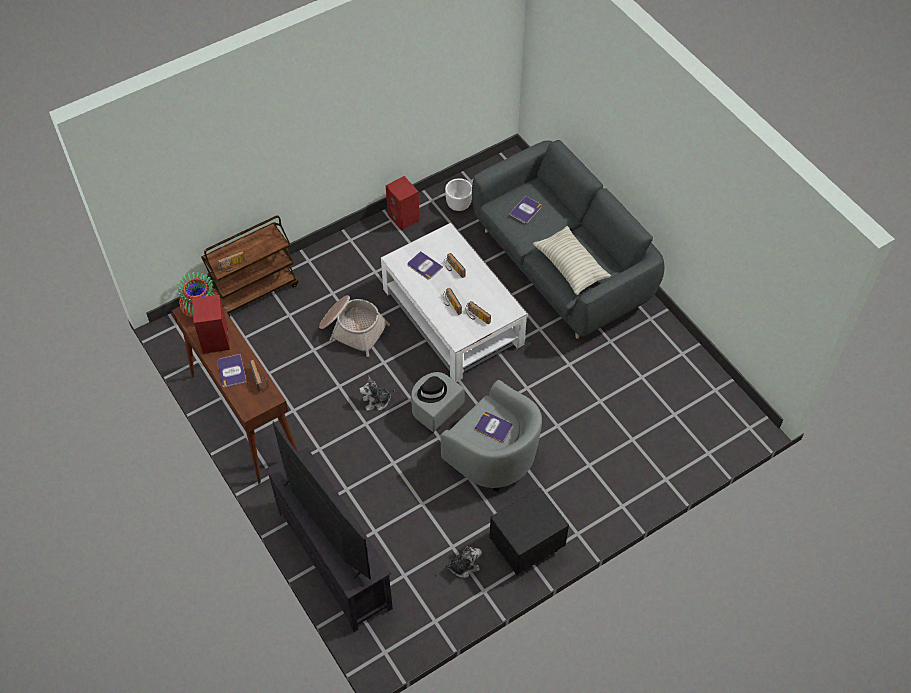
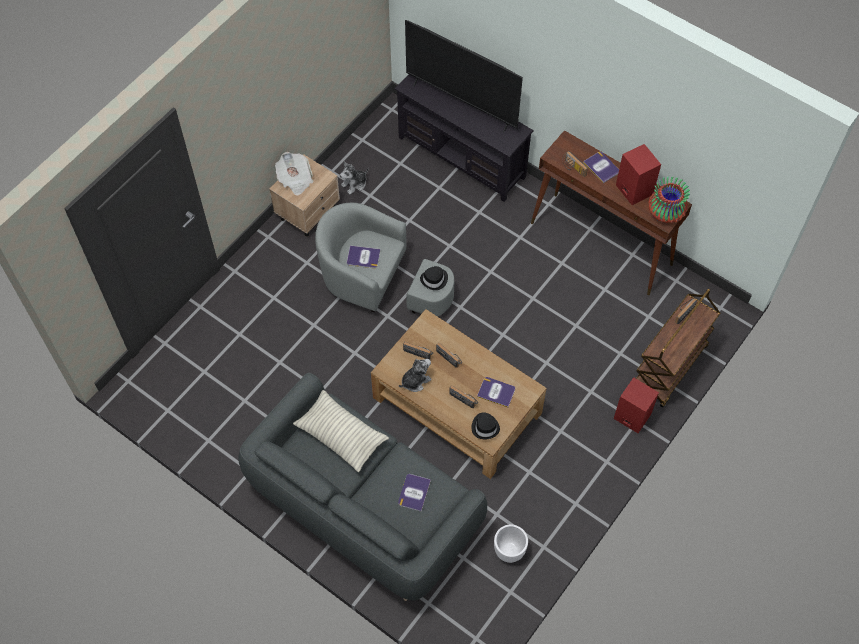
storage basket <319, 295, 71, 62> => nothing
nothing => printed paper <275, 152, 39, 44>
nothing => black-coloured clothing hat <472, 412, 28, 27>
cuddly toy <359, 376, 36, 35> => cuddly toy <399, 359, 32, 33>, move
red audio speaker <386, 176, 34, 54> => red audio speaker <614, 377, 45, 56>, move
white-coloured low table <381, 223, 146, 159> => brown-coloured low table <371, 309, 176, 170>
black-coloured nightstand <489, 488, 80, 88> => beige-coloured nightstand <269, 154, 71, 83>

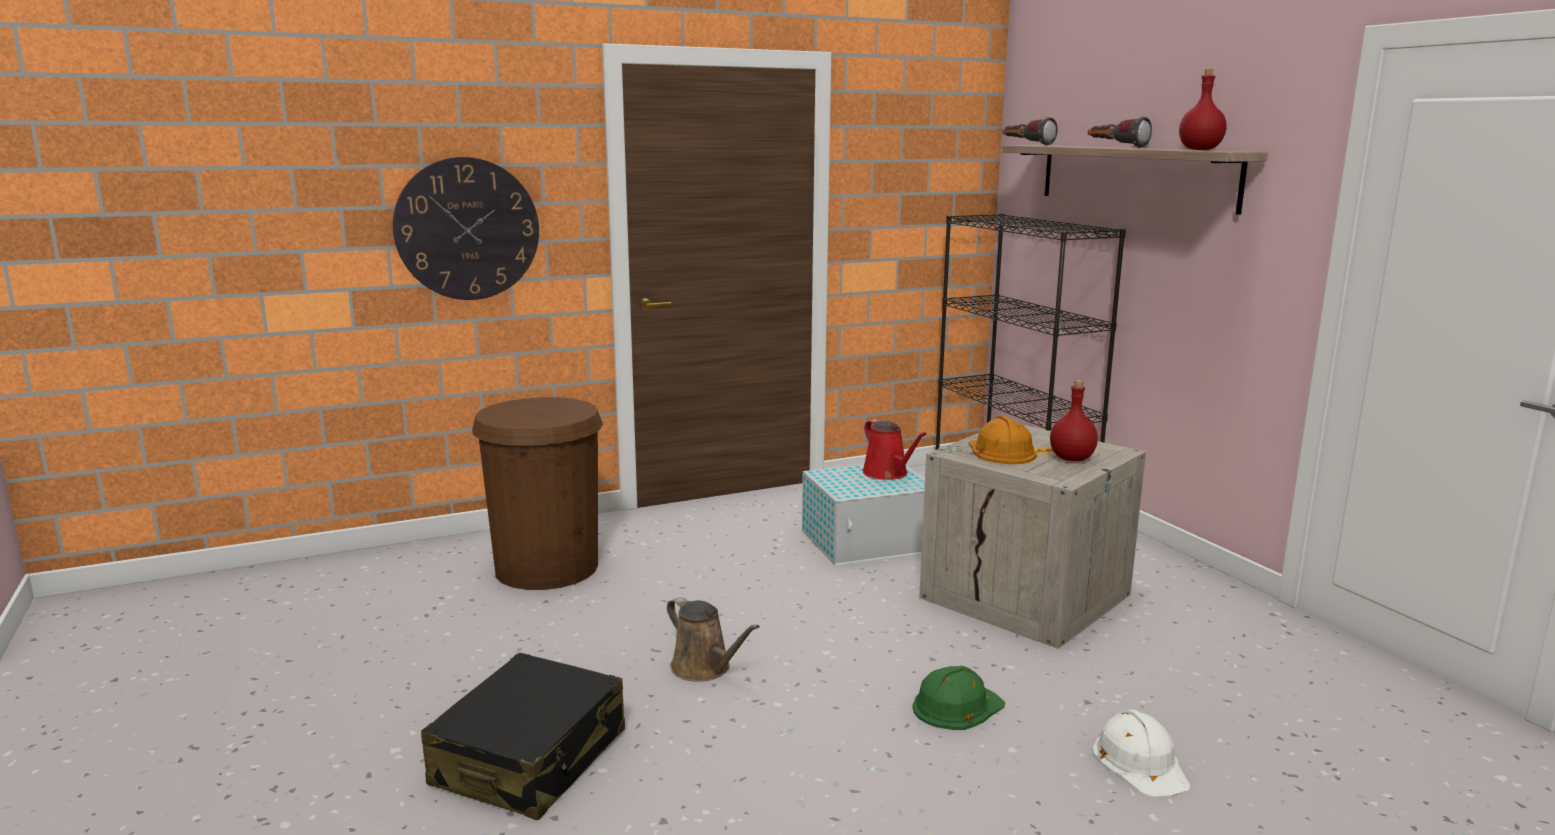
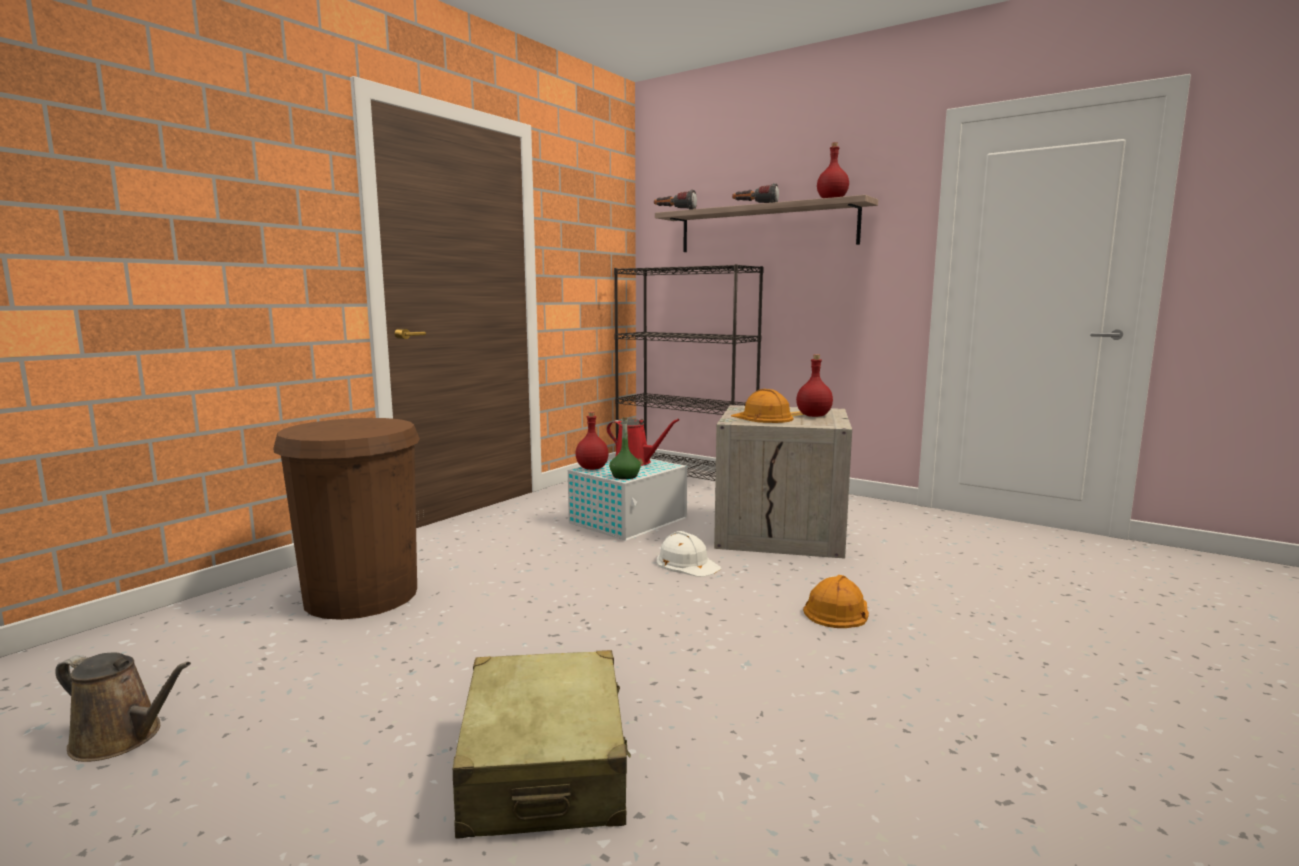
wall clock <393, 157, 146, 143> => nothing
nothing => red drink bottle <575, 411, 34, 59>
nothing => greenish drink bottle <609, 418, 32, 61>
brown-coloured sprinkling can <667, 597, 93, 85> => brown-coloured sprinkling can <55, 652, 136, 110>, move
white-coloured safety helmet <1093, 710, 97, 87> => white-coloured safety helmet <657, 531, 64, 46>, move
black-coloured suitcase <421, 653, 204, 167> => beige-coloured suitcase <453, 650, 178, 189>
greenish safety helmet <912, 666, 93, 64> => orange safety helmet <803, 575, 66, 53>

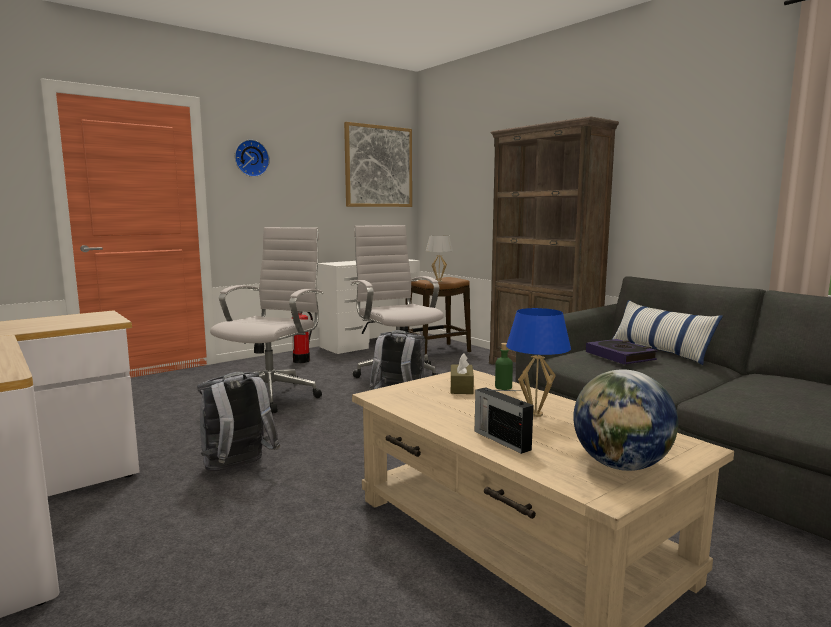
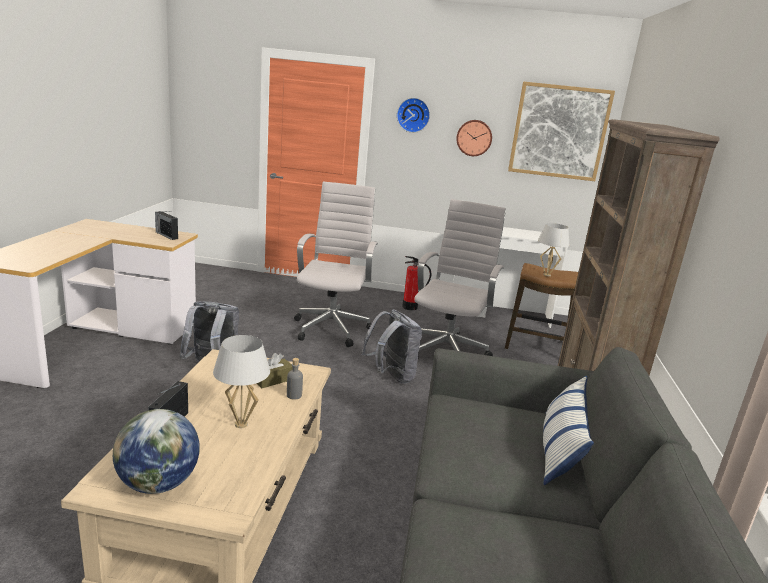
book <586, 339, 72, 25> => nothing
nothing => radio <155, 211, 23, 29>
nothing => wall clock <457, 120, 35, 36>
greenish drink bottle <495, 343, 18, 47> => grey drink bottle <287, 358, 16, 42>
blue-coloured table lamp <506, 308, 65, 109> => white-coloured table lamp <213, 335, 57, 93>
white-coloured office chair <210, 227, 114, 187> => white-coloured office chair <294, 182, 84, 165>, 60 degrees counterclockwise

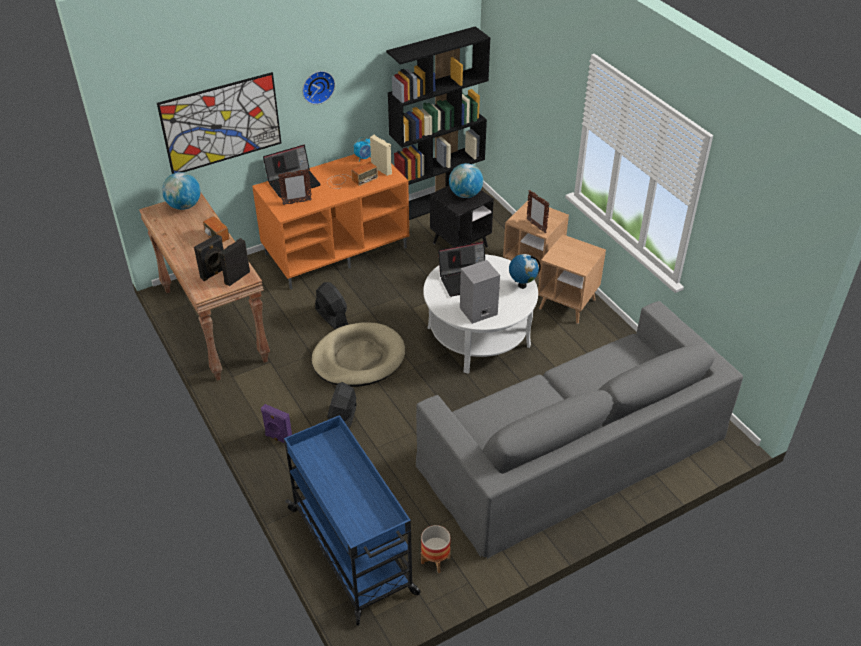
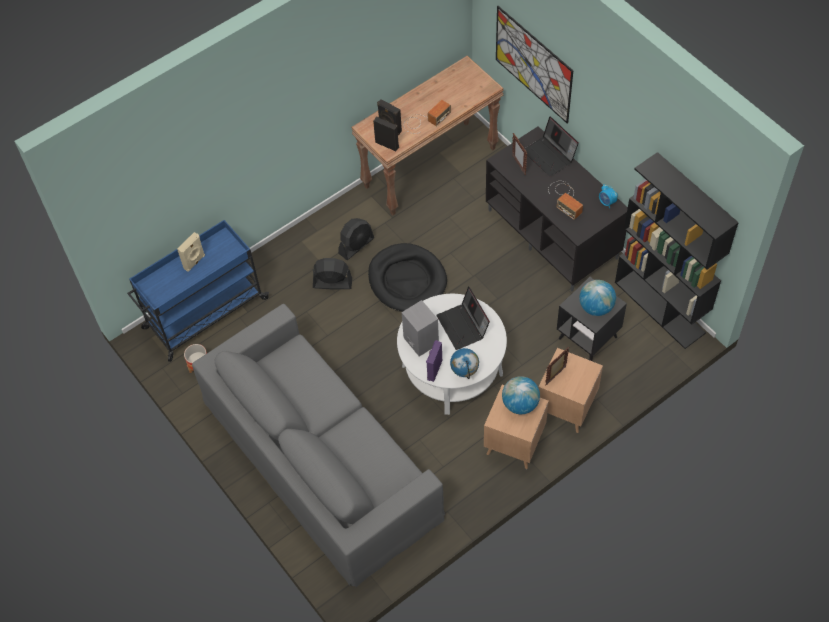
wall clock <302, 71, 33, 34> => nothing
globe <162, 172, 38, 38> => globe <502, 376, 38, 38>, move
purple-coloured audio speaker <261, 404, 31, 39> => purple-coloured audio speaker <426, 340, 16, 42>, move
black-coloured cooling fan <315, 282, 33, 47> => black-coloured cooling fan <338, 218, 36, 42>, move
beige-coloured audio speaker <370, 135, 22, 41> => beige-coloured audio speaker <177, 232, 28, 40>, move
orange media console <252, 154, 157, 135> => black-coloured media console <486, 126, 142, 165>
beige-coloured pet bed <312, 322, 93, 65> => black-coloured pet bed <368, 243, 79, 69>

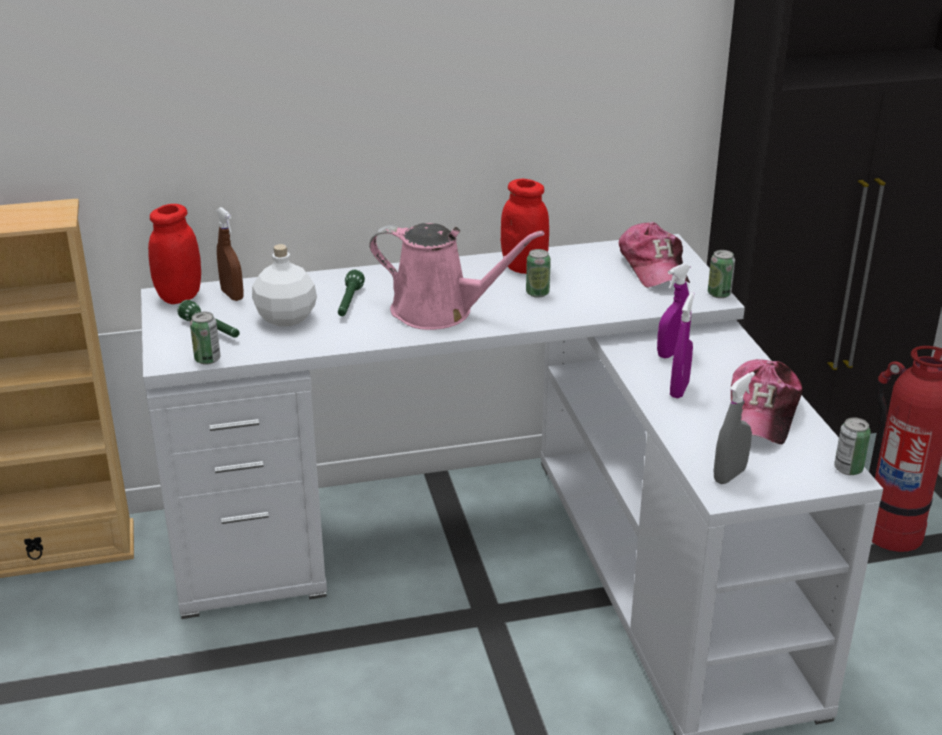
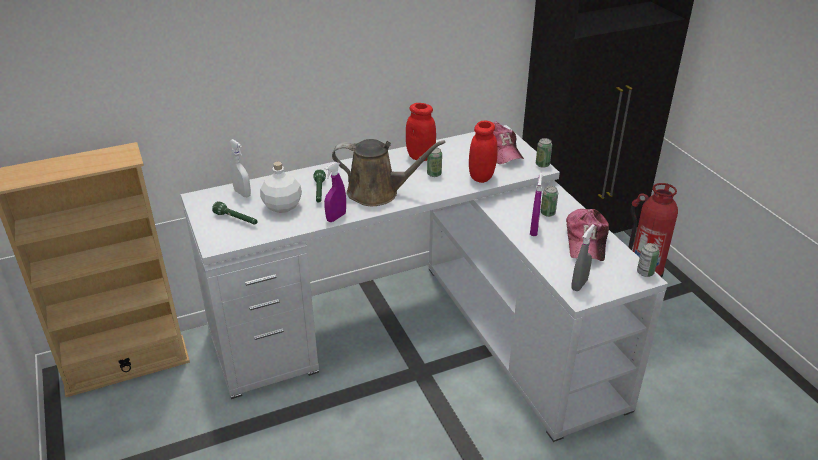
red jar <148, 204, 53, 100> => red jar <469, 120, 29, 63>, move
can <190, 312, 30, 53> => can <540, 186, 18, 31>, move
purple-coloured hand sprayer <657, 263, 34, 95> => purple-coloured hand sprayer <324, 162, 22, 60>, move
brown-coloured hand sprayer <216, 207, 28, 94> => white-coloured hand sprayer <229, 139, 22, 58>
pinkish sprinkling can <369, 223, 176, 107> => brown-coloured sprinkling can <332, 139, 113, 67>

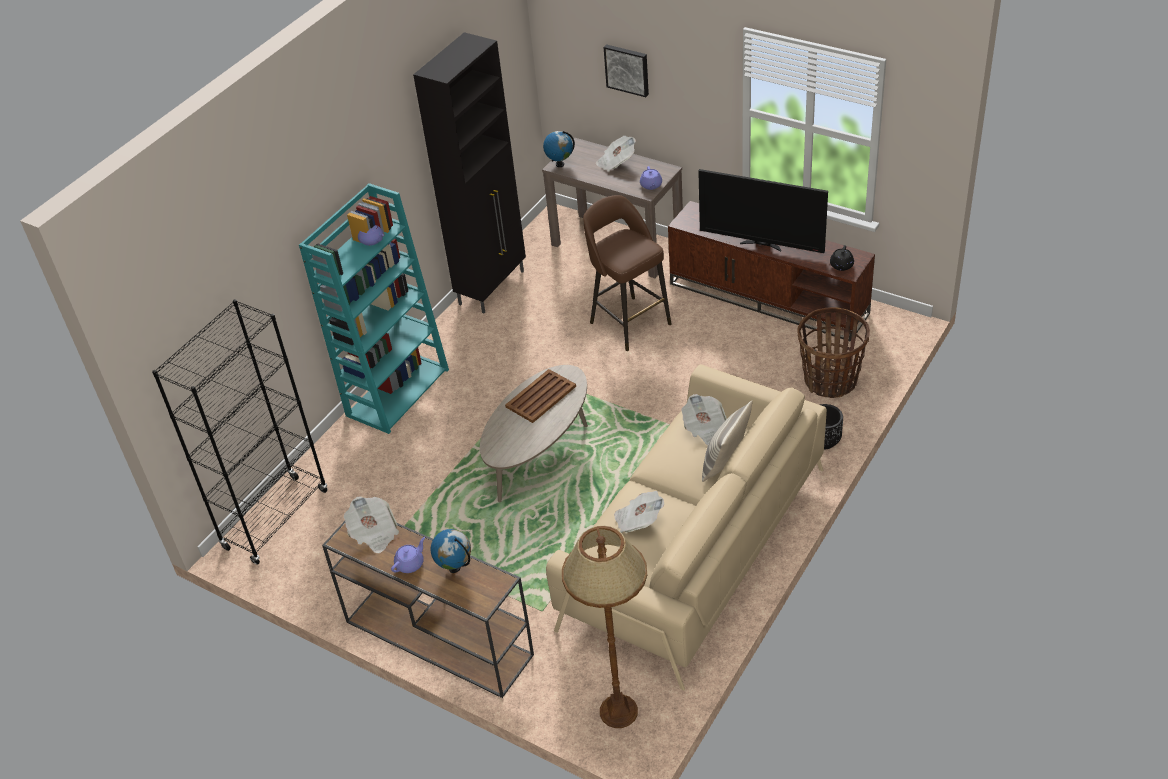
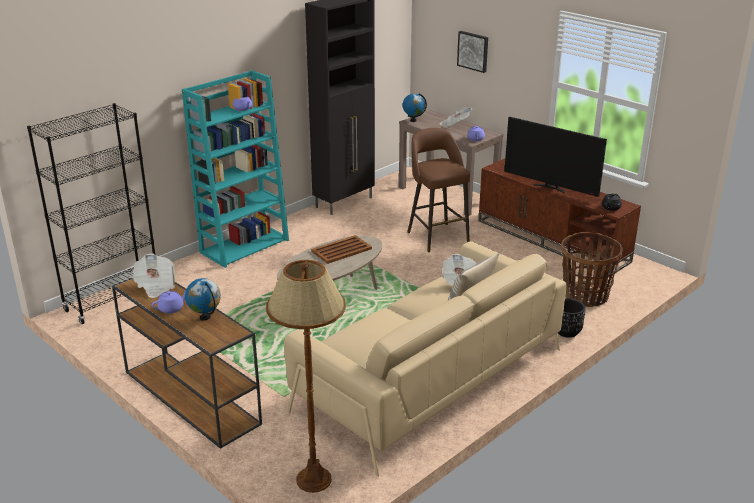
printed paper <614, 491, 50, 42> => nothing

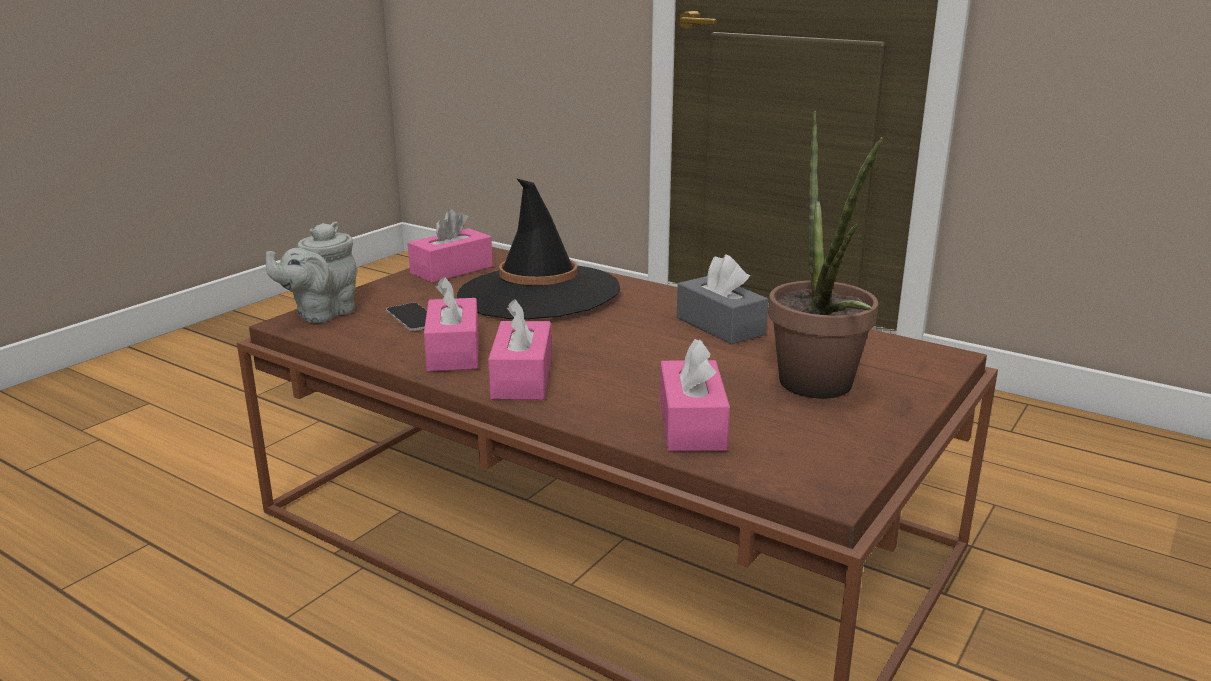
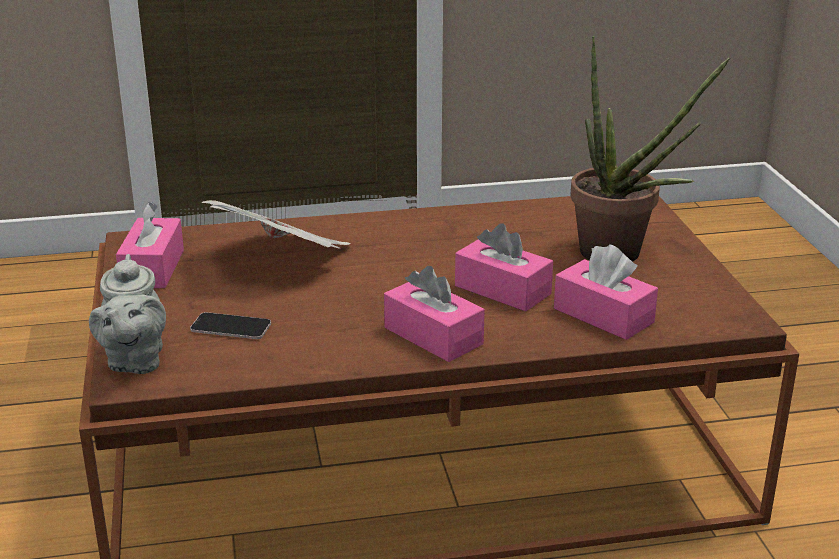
grey box of tissues <677, 254, 92, 90> => nothing
pinkish box of tissues <424, 277, 54, 95> => pinkish box of tissues <455, 224, 98, 87>, move
black-coloured clothing hat <457, 178, 163, 142> => printed paper <202, 200, 149, 49>

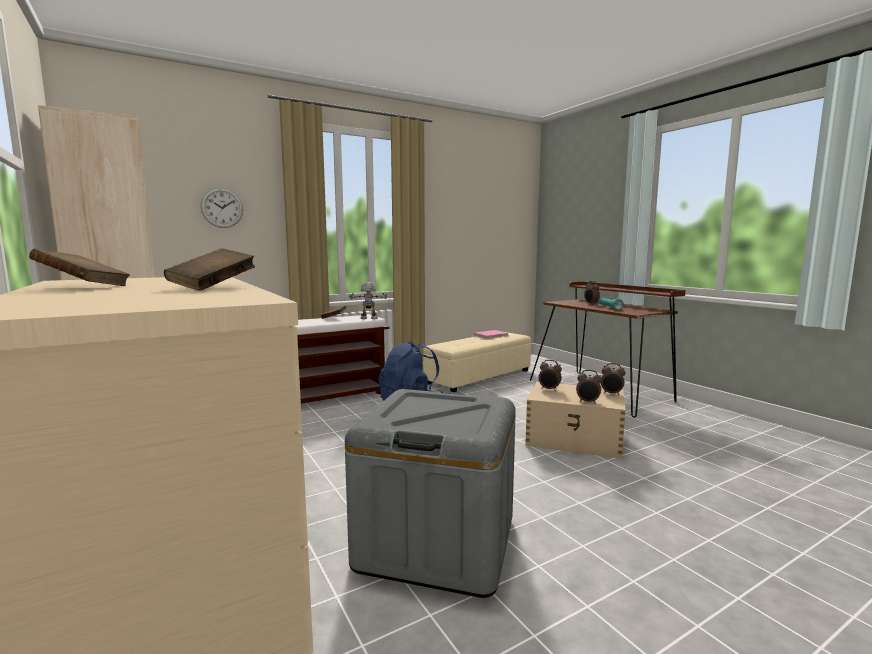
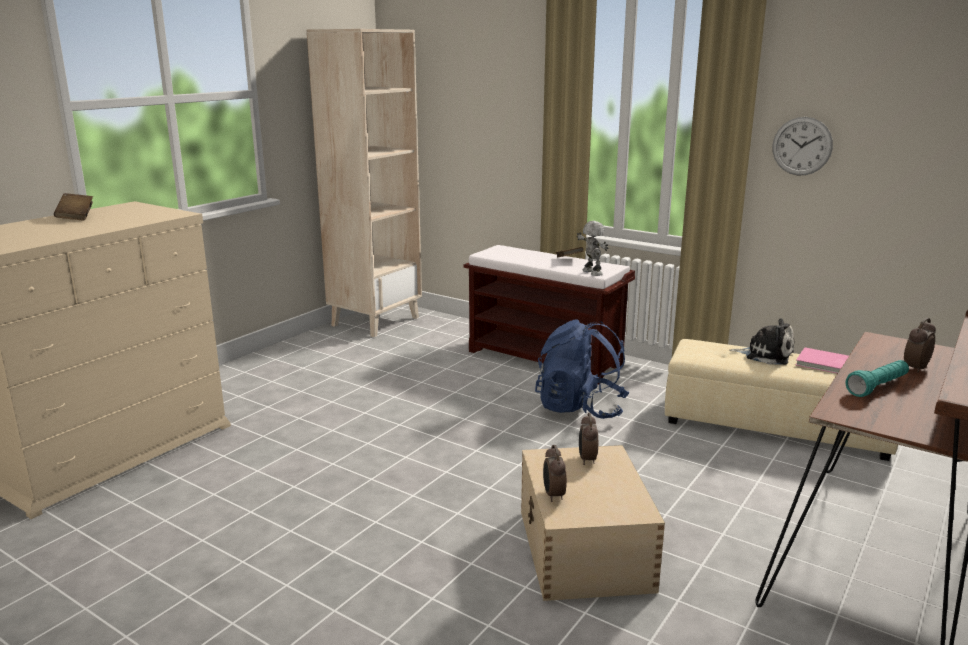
brown-coloured book <164, 248, 91, 43> => nothing
grey storage box <345, 389, 171, 209> => nothing
table clock <601, 363, 25, 32> => nothing
nothing => cuddly toy <729, 318, 65, 47>
wall clock <201, 188, 42, 40> => wall clock <772, 117, 61, 58>, move

